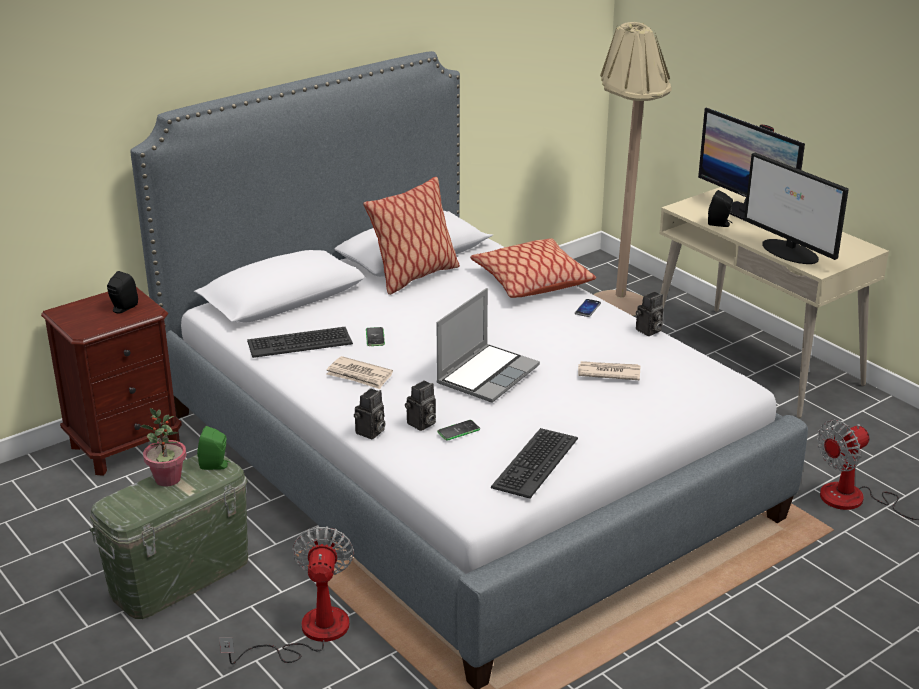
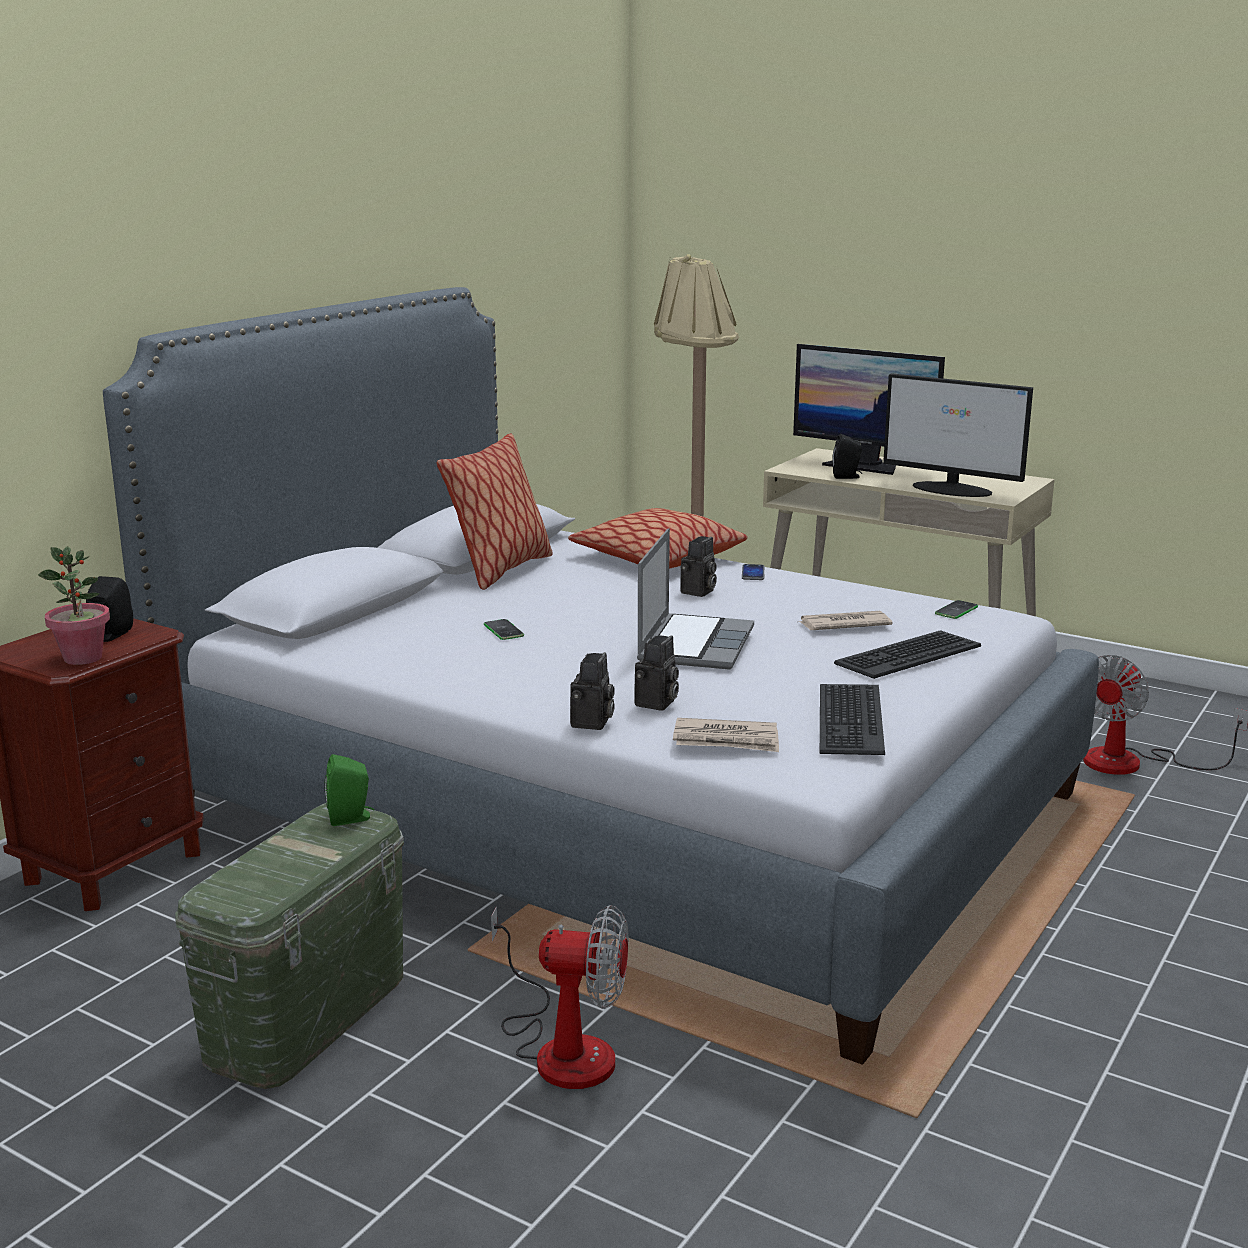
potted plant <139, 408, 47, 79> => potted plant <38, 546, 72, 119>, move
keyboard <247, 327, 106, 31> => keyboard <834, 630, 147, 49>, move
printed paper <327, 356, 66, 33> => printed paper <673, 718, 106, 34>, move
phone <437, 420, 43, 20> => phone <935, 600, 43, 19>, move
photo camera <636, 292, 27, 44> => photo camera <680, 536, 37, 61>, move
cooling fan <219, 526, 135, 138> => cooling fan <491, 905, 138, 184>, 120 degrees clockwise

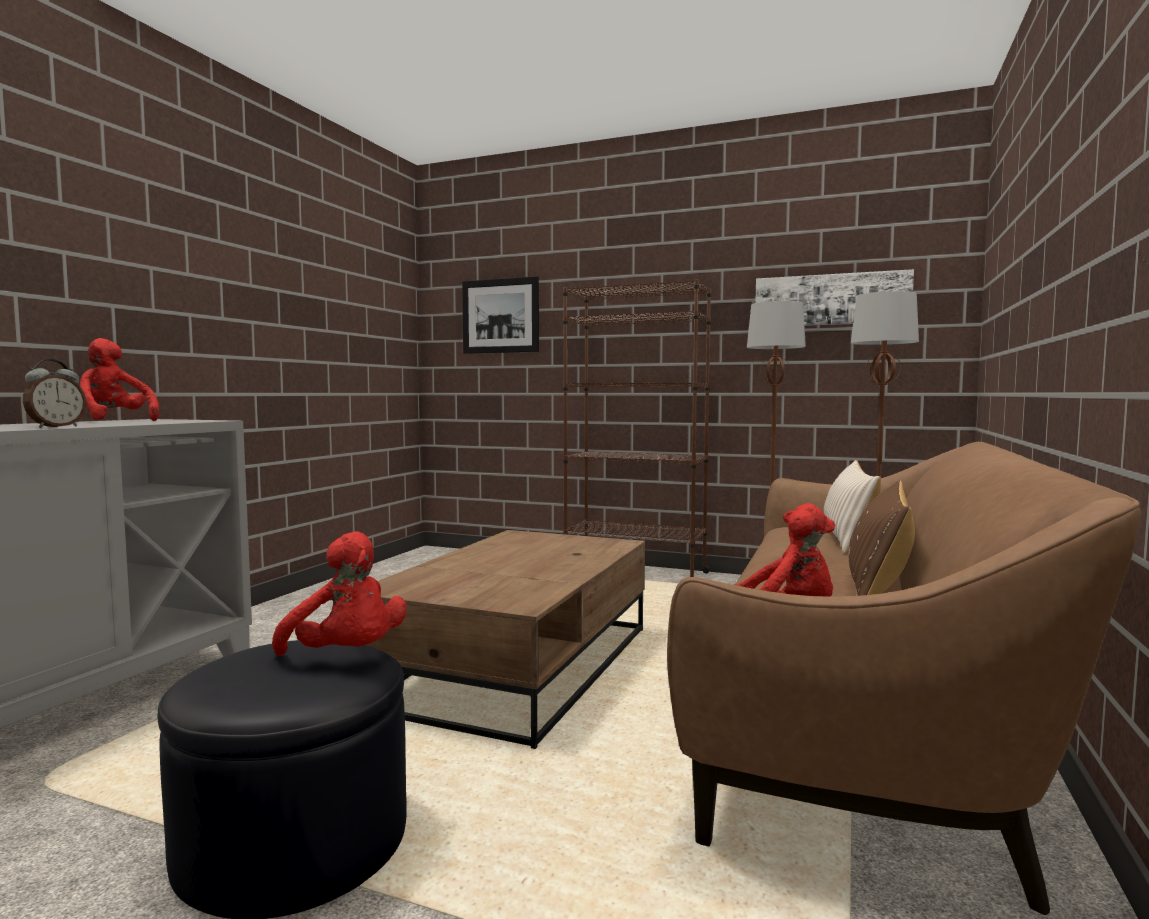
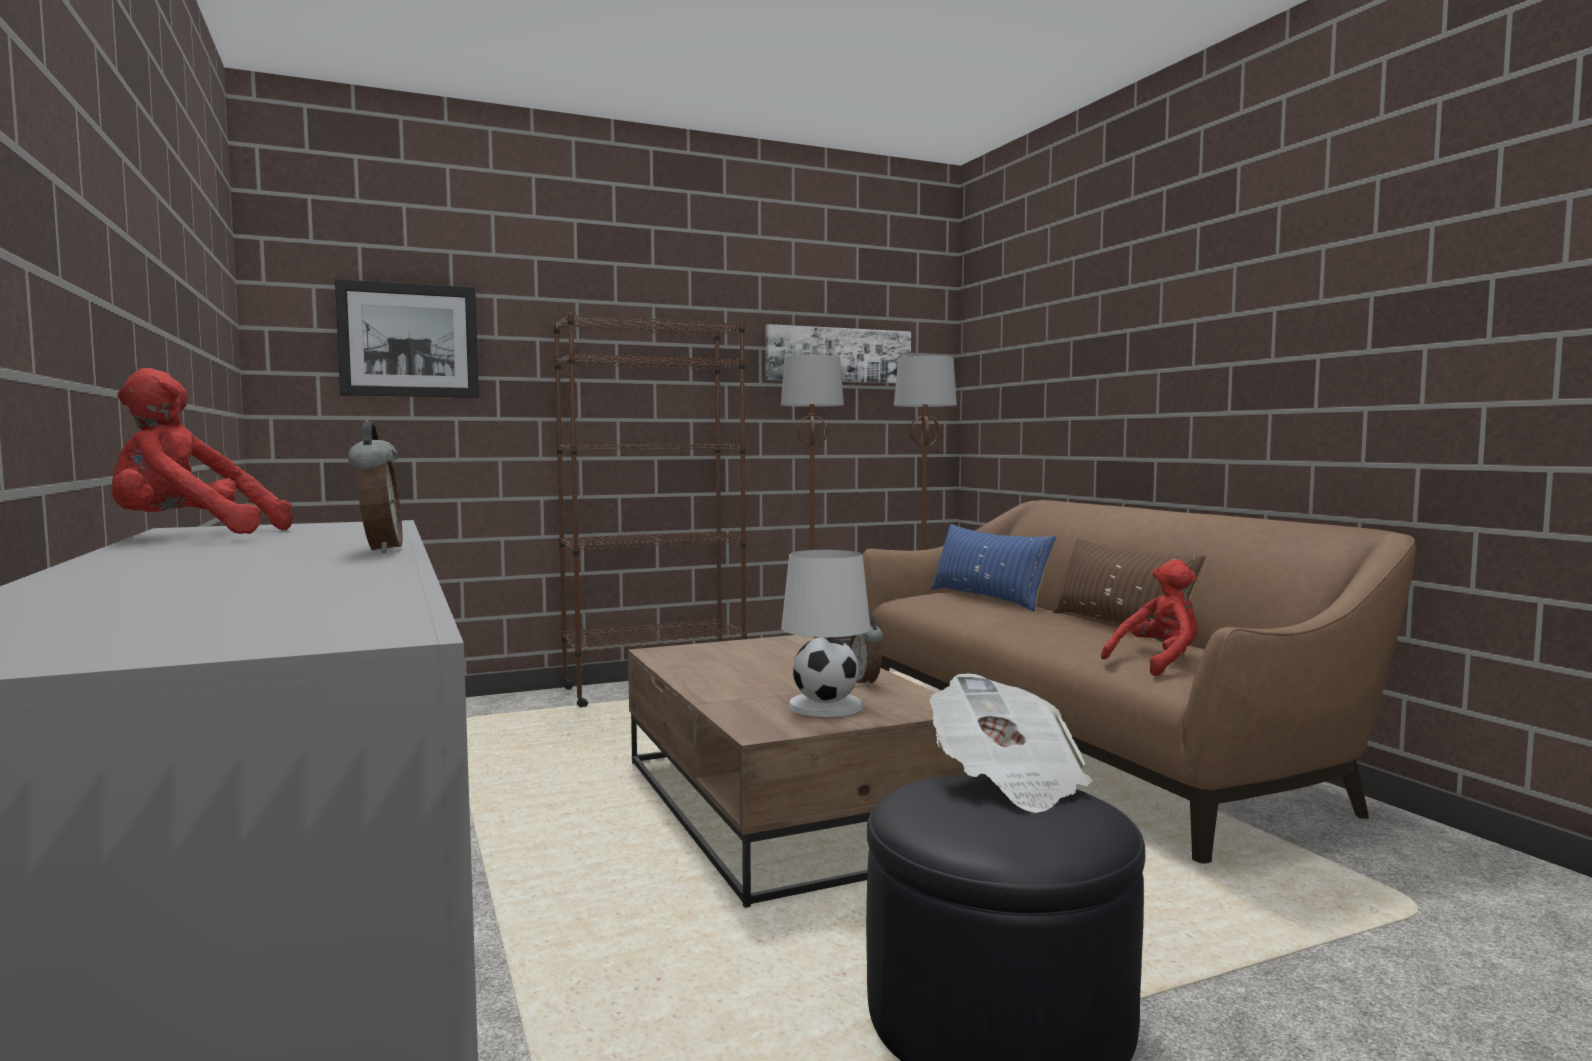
nothing => white-coloured table lamp <781, 550, 89, 167>
nothing => table clock <849, 614, 34, 73>
red cuddly toy <272, 531, 135, 125> => printed paper <930, 673, 162, 140>
beige-coloured cushion <824, 460, 57, 94> => blue-coloured cushion <931, 524, 125, 87>

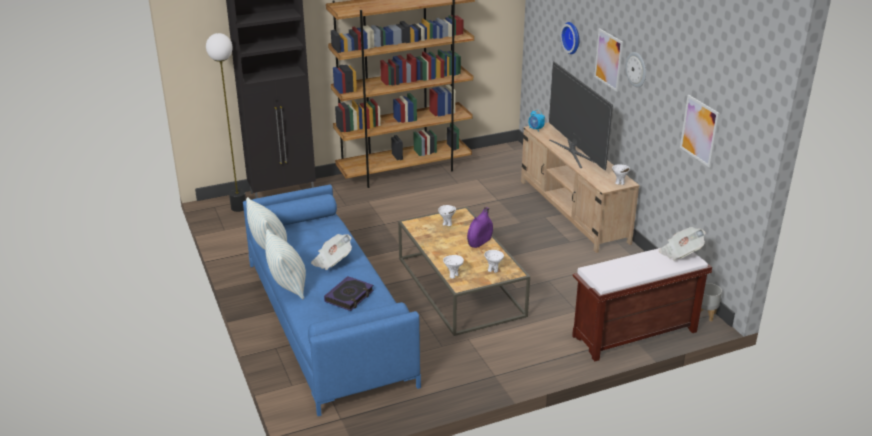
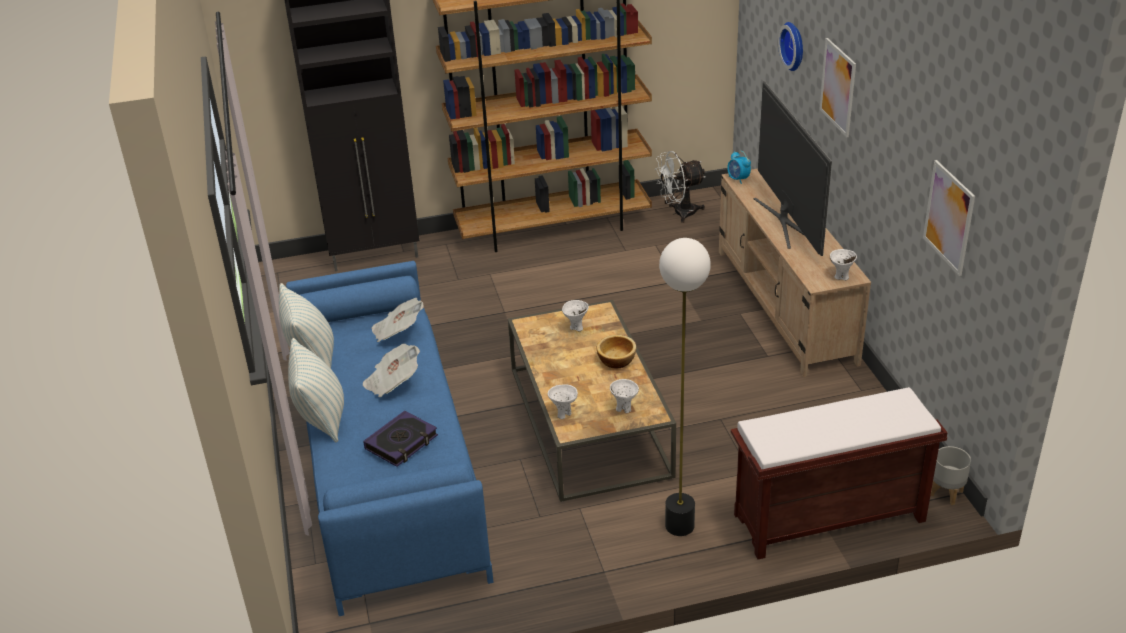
wall clock <626, 52, 20, 35> => nothing
nothing => white-coloured cooling fan <655, 151, 51, 72>
floor lamp <206, 33, 40, 179> => floor lamp <659, 238, 52, 298>, move
printed paper <659, 227, 47, 34> => printed paper <371, 298, 53, 44>, move
purple-coloured vase <467, 207, 26, 41> => bowl <597, 335, 39, 33>

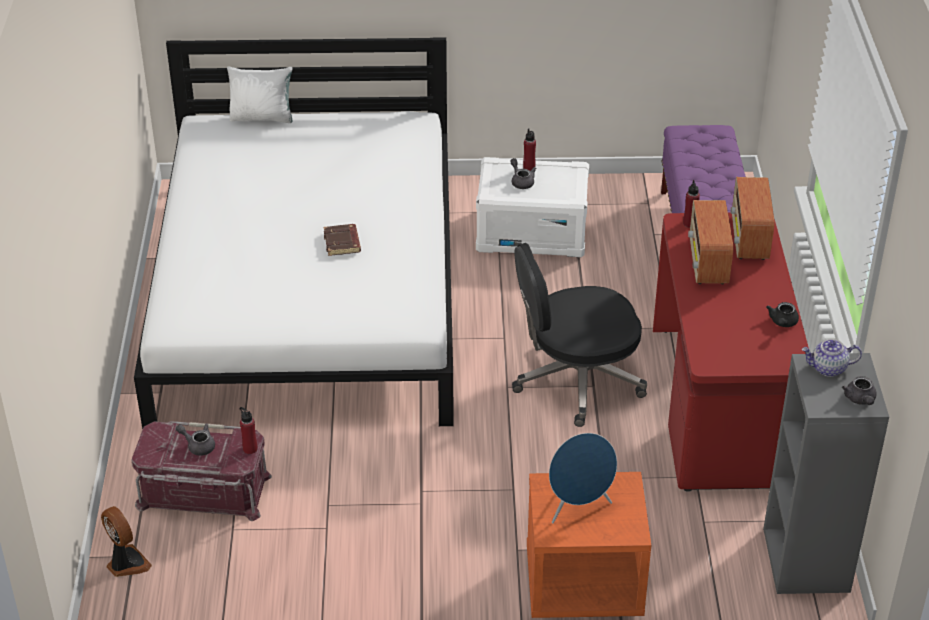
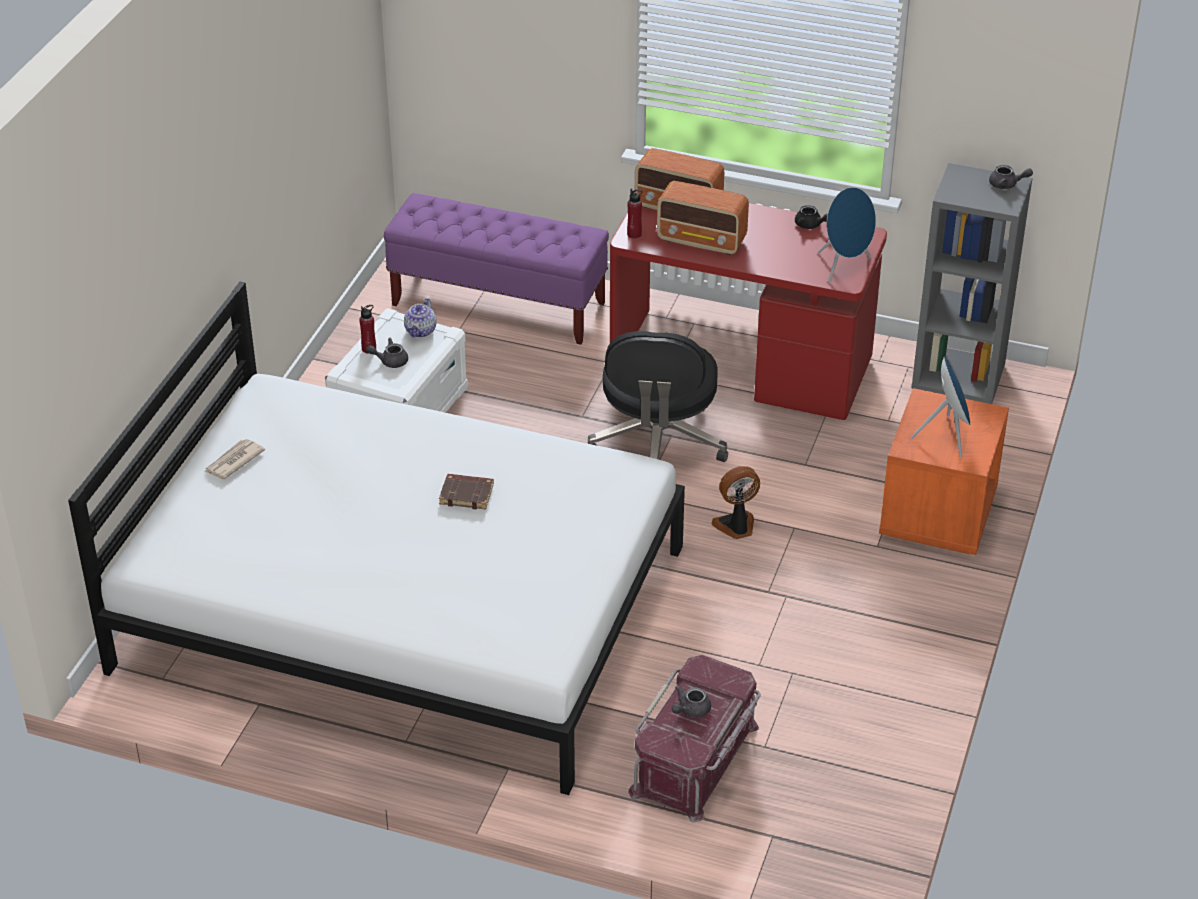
white-coloured cushion <227, 67, 66, 56> => nothing
red drink bottle <239, 407, 18, 47> => nothing
nothing => printed paper <205, 439, 60, 40>
nothing => blue-coloured audio speaker <818, 187, 58, 96>
cooling fan <101, 506, 51, 71> => cooling fan <712, 466, 48, 73>, move
teapot <802, 339, 60, 38> => teapot <404, 298, 33, 39>, move

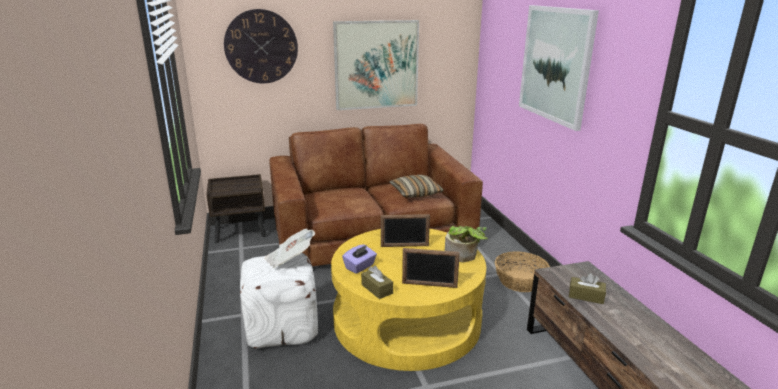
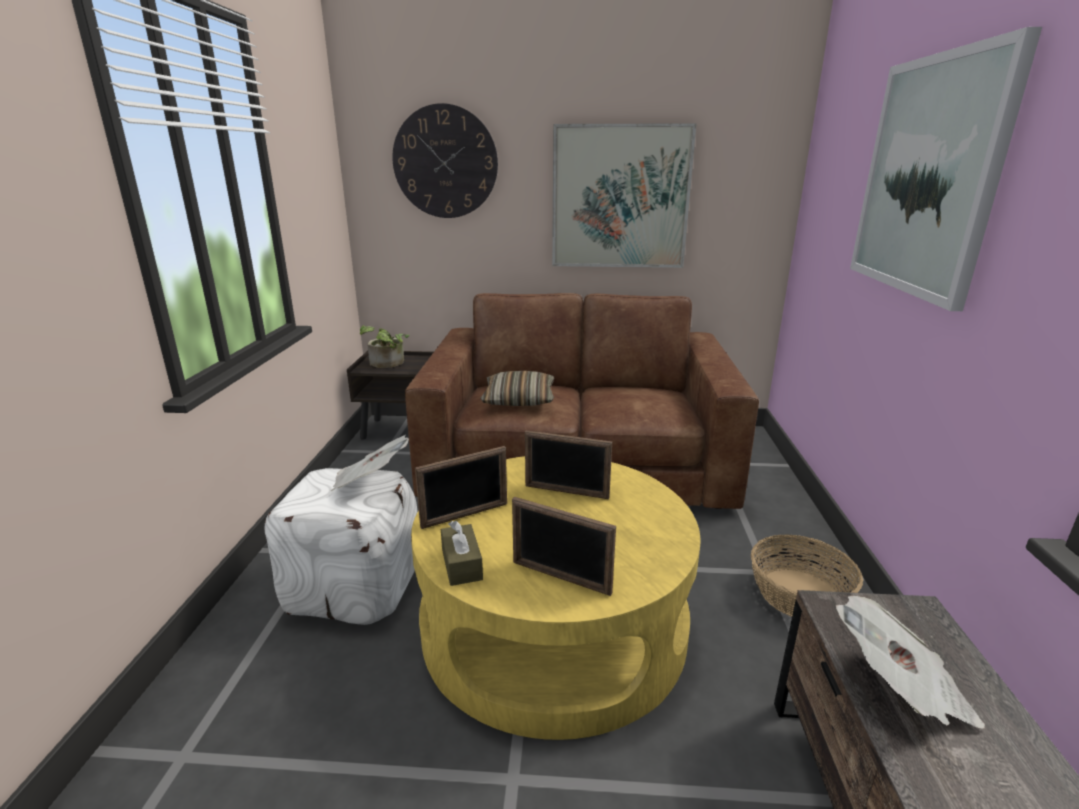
cushion <390, 175, 53, 23> => cushion <480, 371, 75, 35>, move
potted plant <445, 226, 43, 36> => potted plant <360, 325, 50, 43>, move
purple-coloured box of tissues <342, 244, 35, 30> => photo frame <415, 446, 92, 83>
brown-coloured box of tissues <569, 273, 37, 31> => printed paper <836, 596, 149, 133>

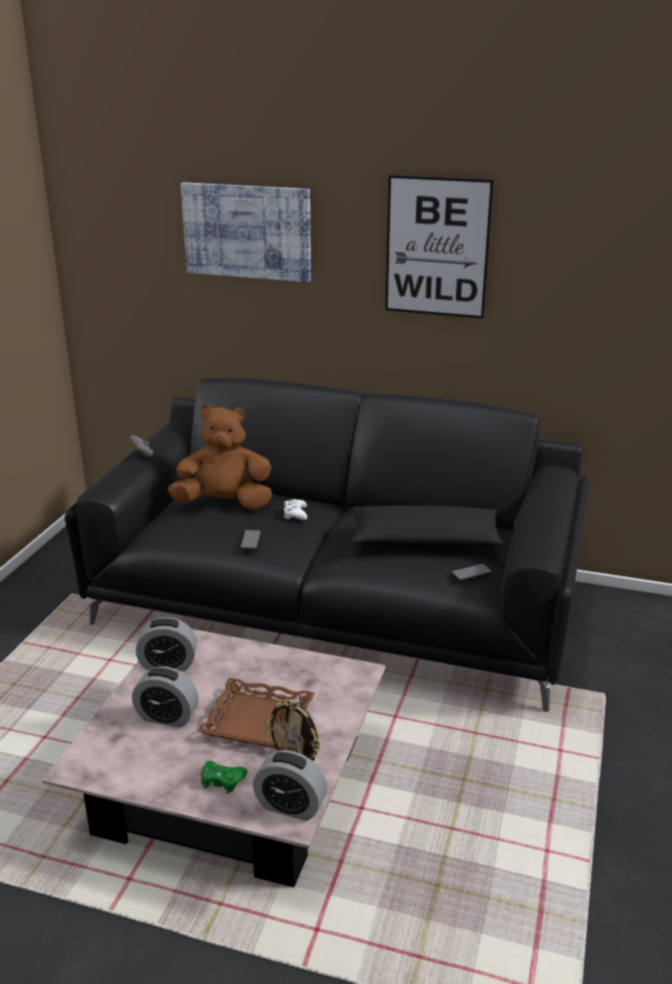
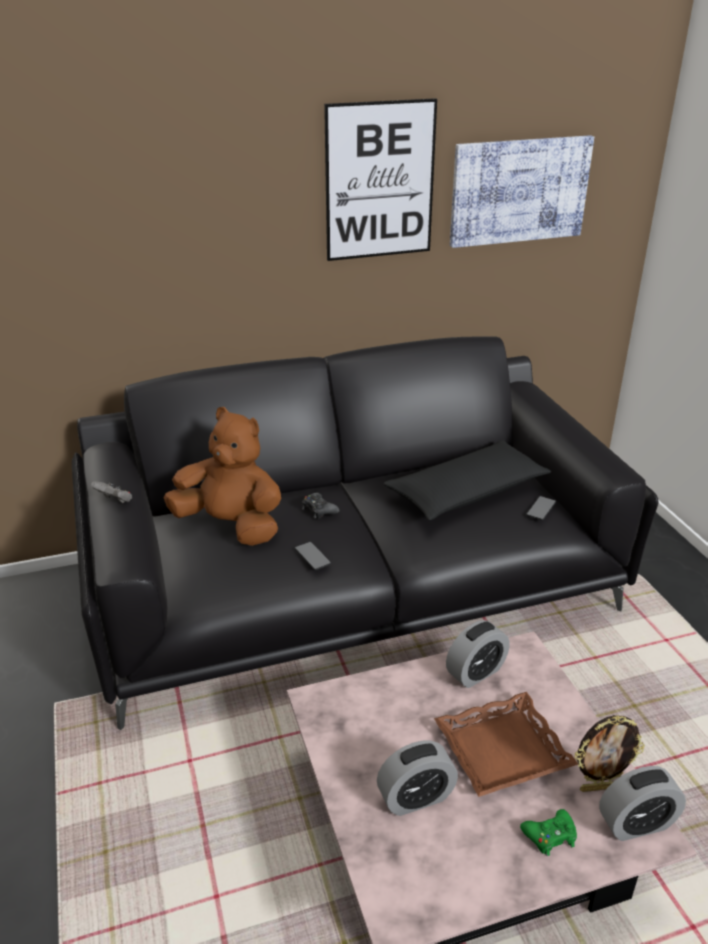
table clock <136, 617, 61, 54> => table clock <446, 620, 64, 68>, move
wall picture <181, 182, 130, 100> => wall picture <450, 135, 144, 113>, move
white-coloured joypad <284, 499, 23, 21> => black-coloured joypad <302, 493, 37, 26>
brown-coloured cuddly toy <168, 404, 104, 106> => brown-coloured cuddly toy <163, 407, 118, 139>, 60 degrees clockwise

